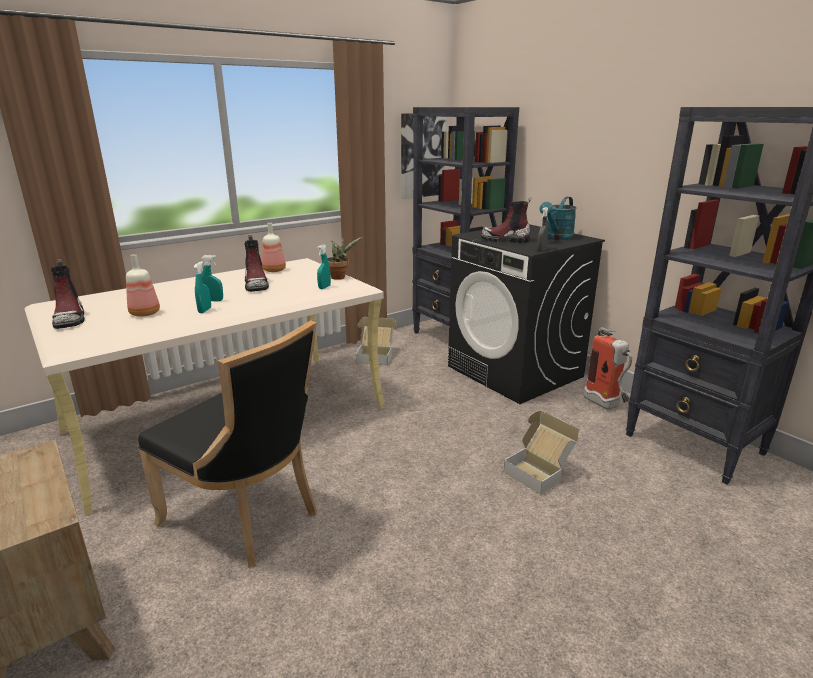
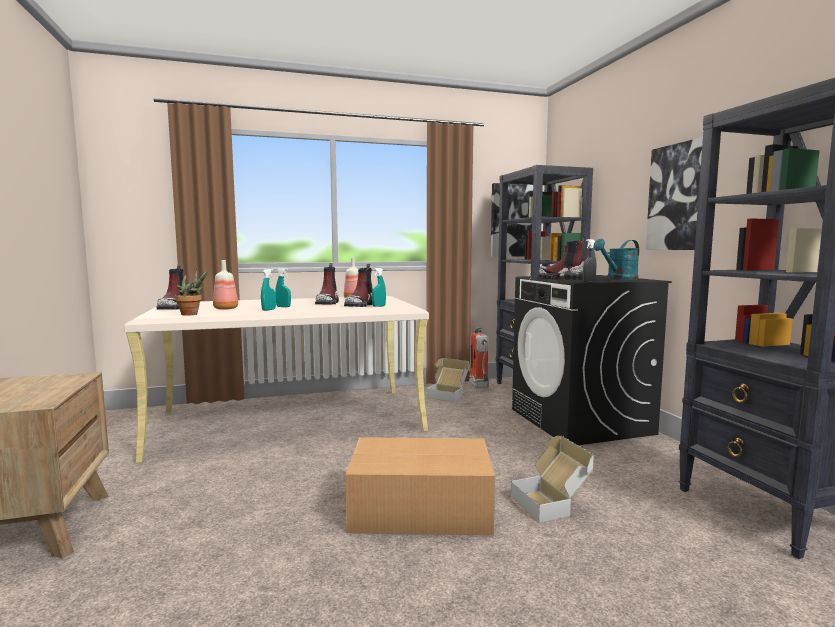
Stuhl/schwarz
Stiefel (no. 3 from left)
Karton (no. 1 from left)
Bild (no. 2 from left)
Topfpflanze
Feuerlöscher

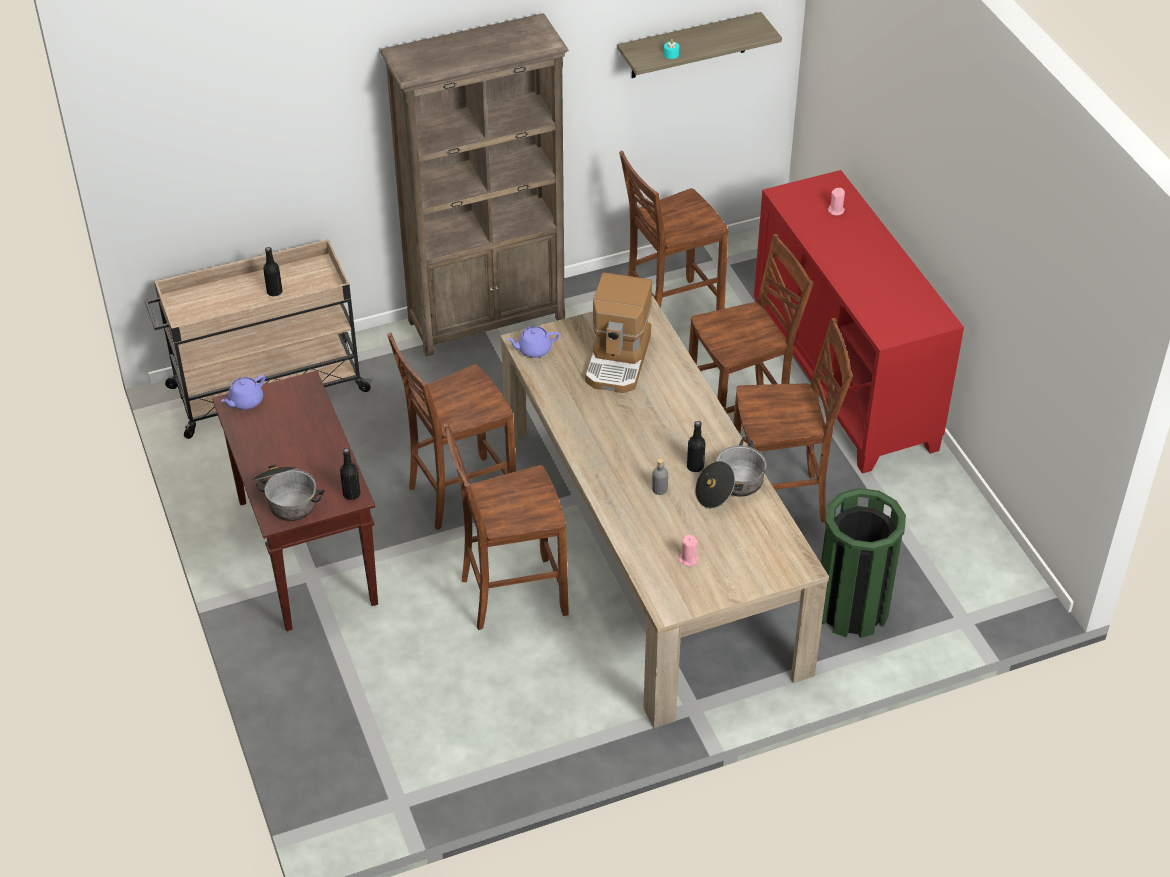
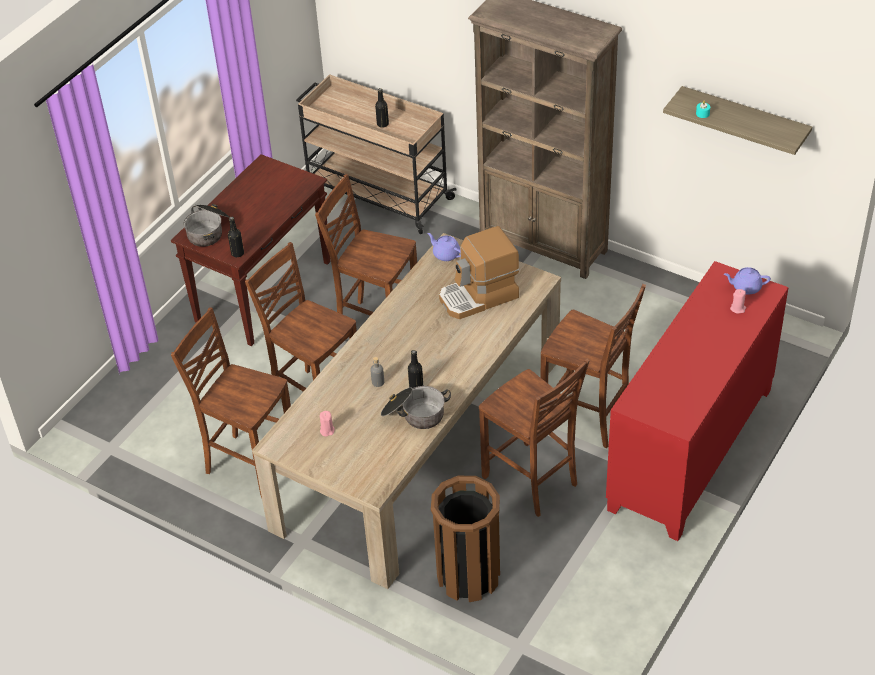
Teekanne/lila (no. 2 from left)
Stuhl/braun (no. 1 from left)
Mülleimer/braun

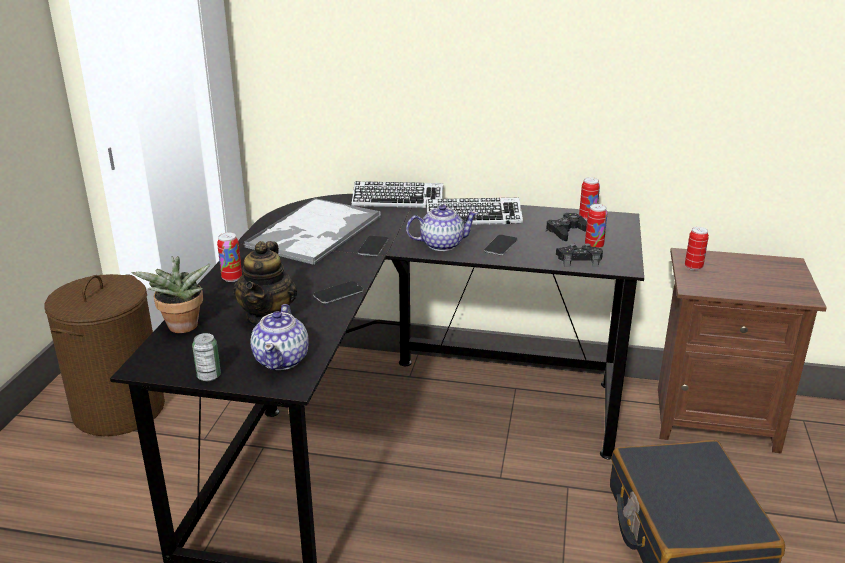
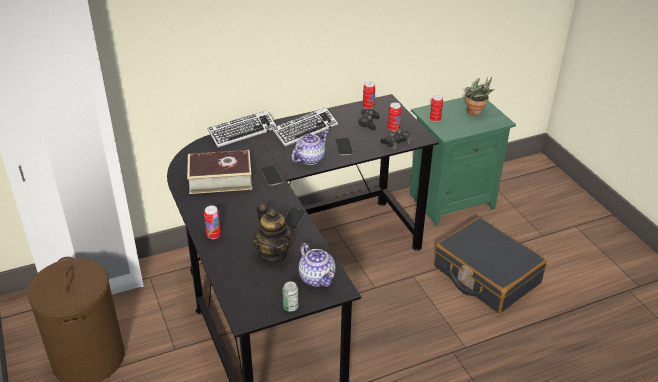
Topfpflanze
Buch
Nachttisch/grün

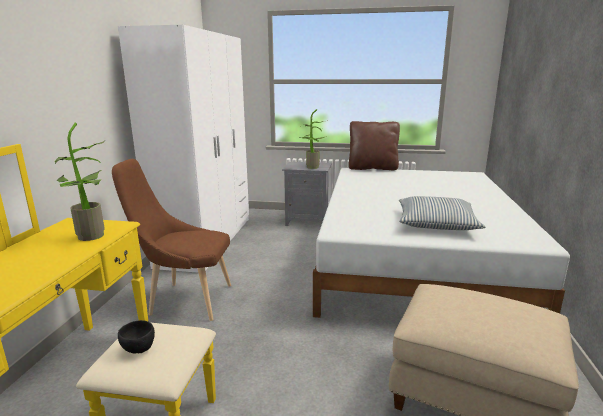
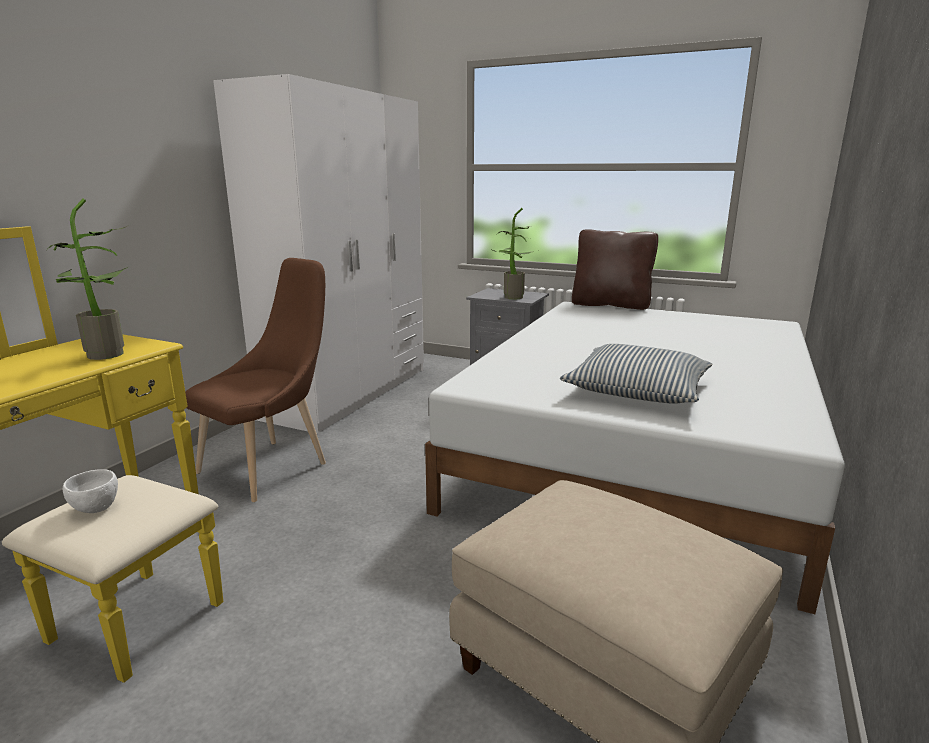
Schüssel/weiß
Stuhl/braun

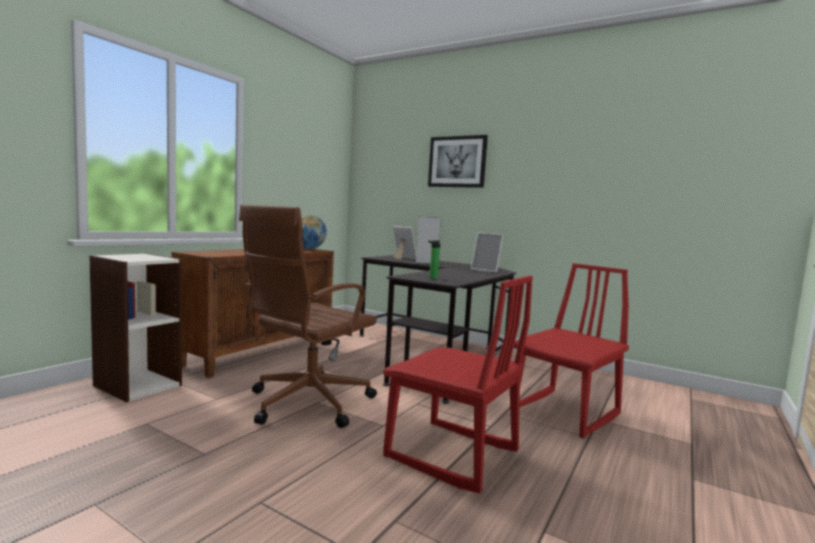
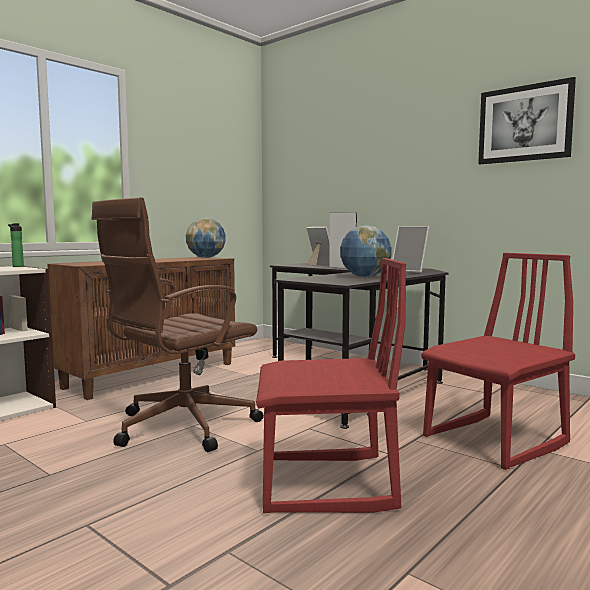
Globus (no. 2 from left)
Bild
Flasche
Stuhl/rot (no. 1 from left)

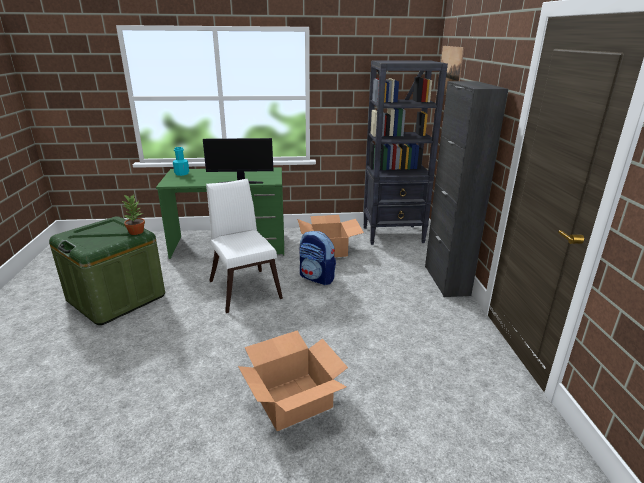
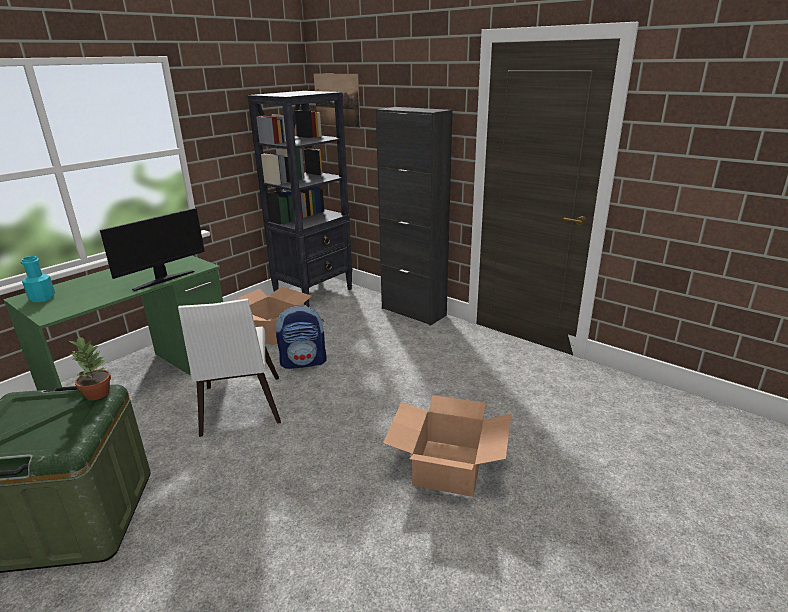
Stuhl/weiß

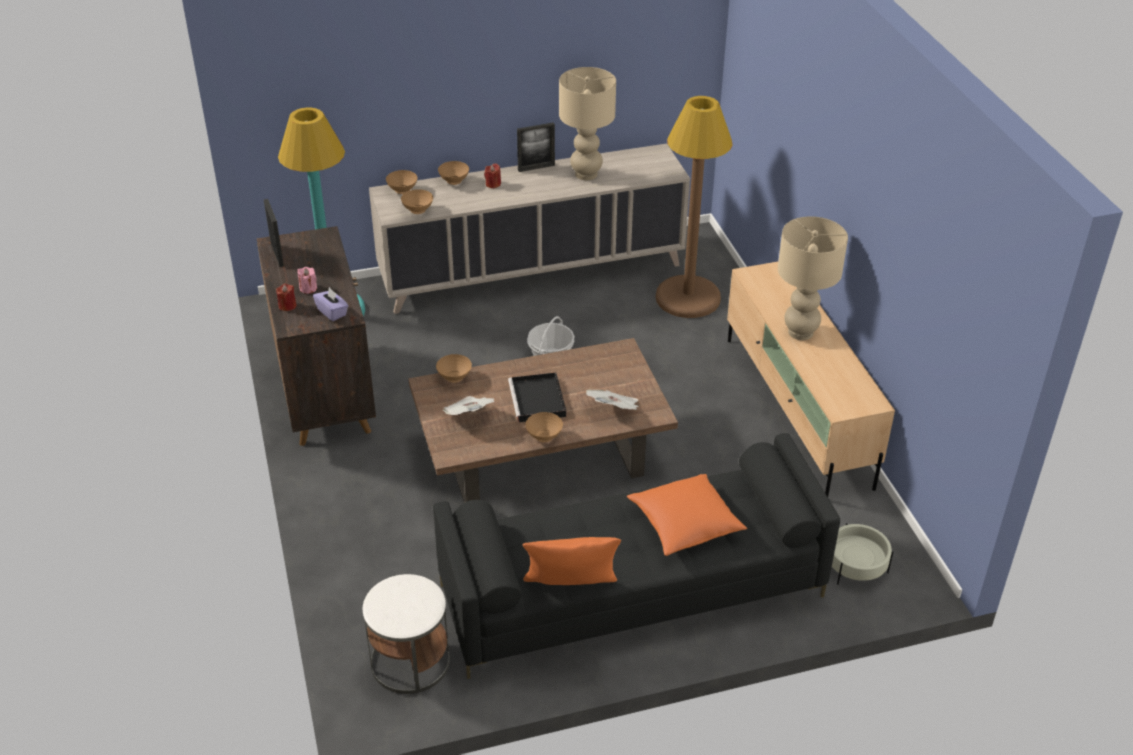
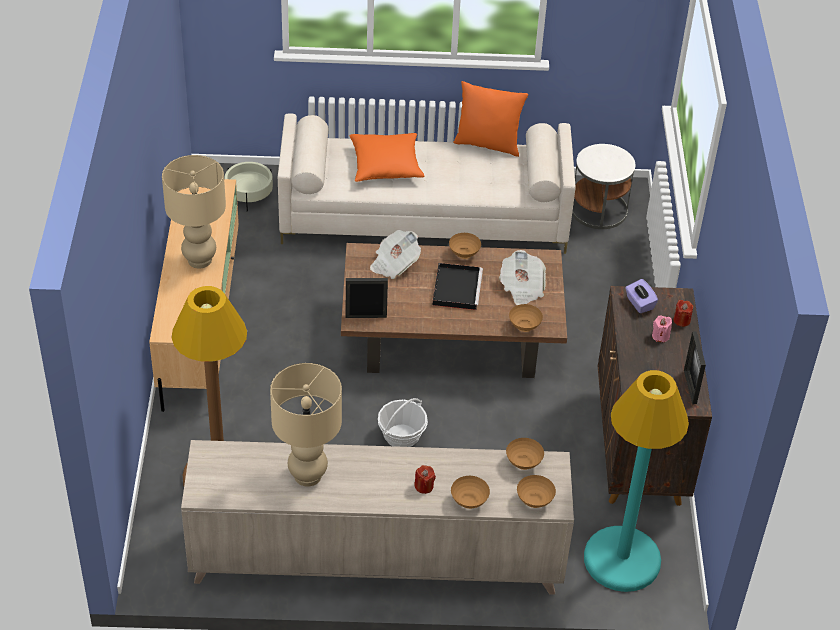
Bilderrahmen (no. 1 from left)
Sofa/beige

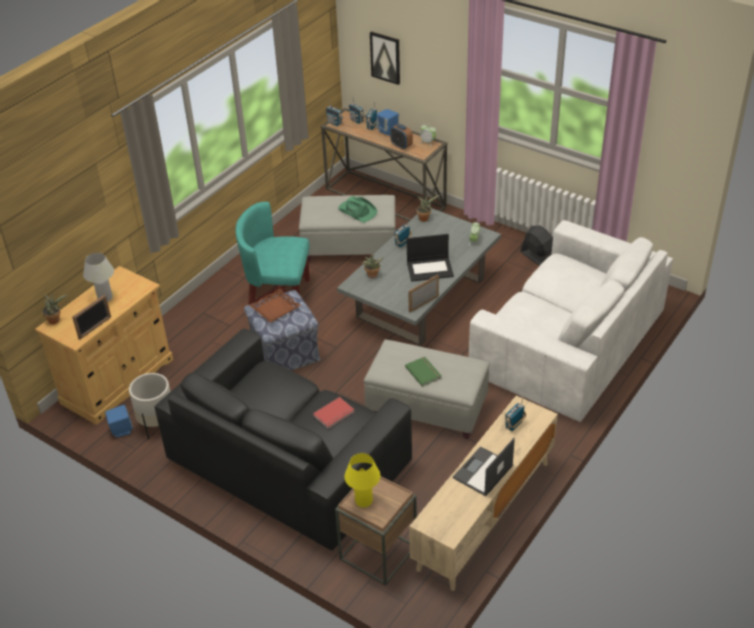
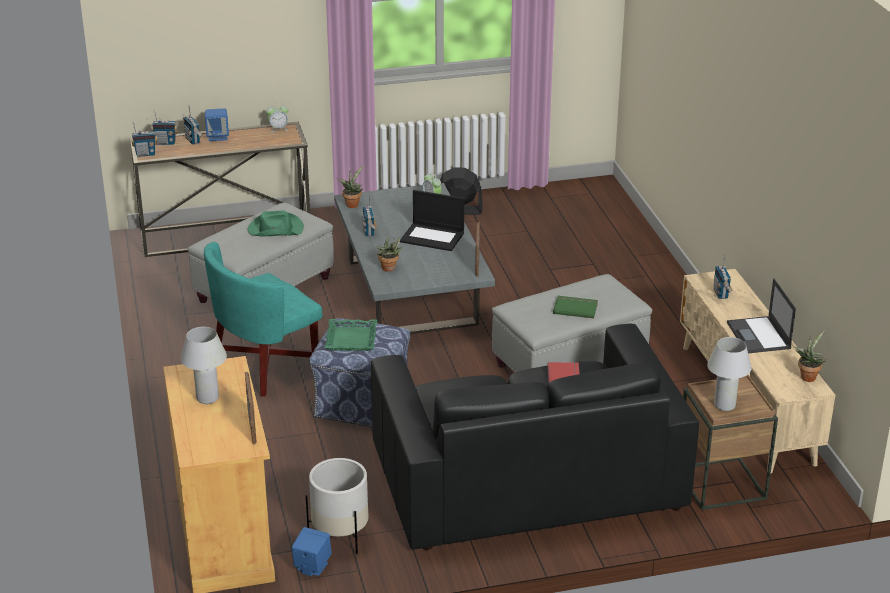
Bild
Wecker (no. 1 from left in the first image)
Sofa/weiß
Topfpflanze (no. 3 from left)
Tablett/grün
Tischlampe/weiß (no. 2 from left)
Laptop (no. 1 from left)

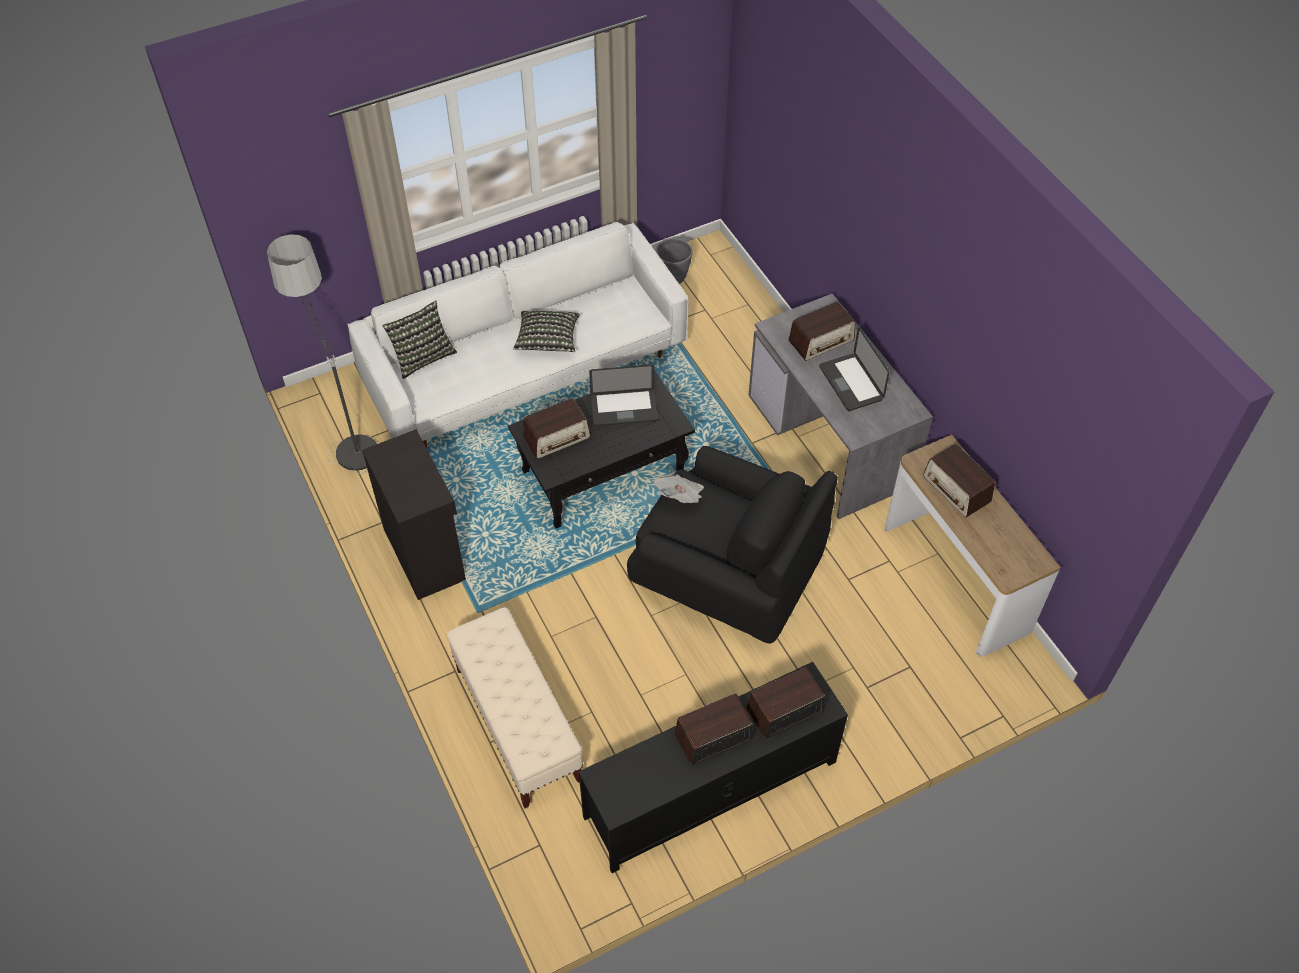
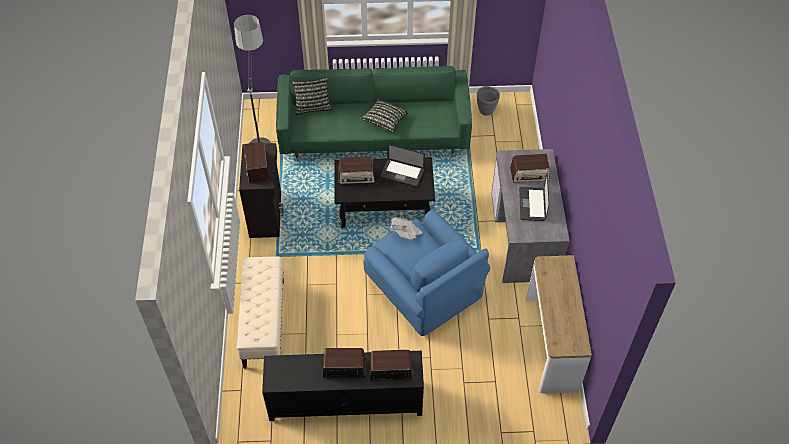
Radio (no. 1 from left)
Sofa/grün
Sessel/blau

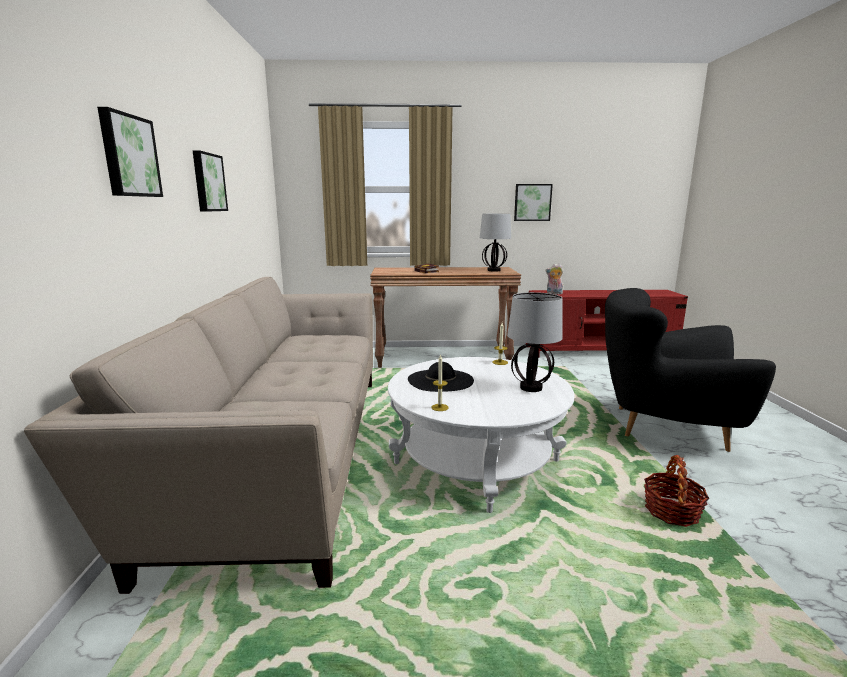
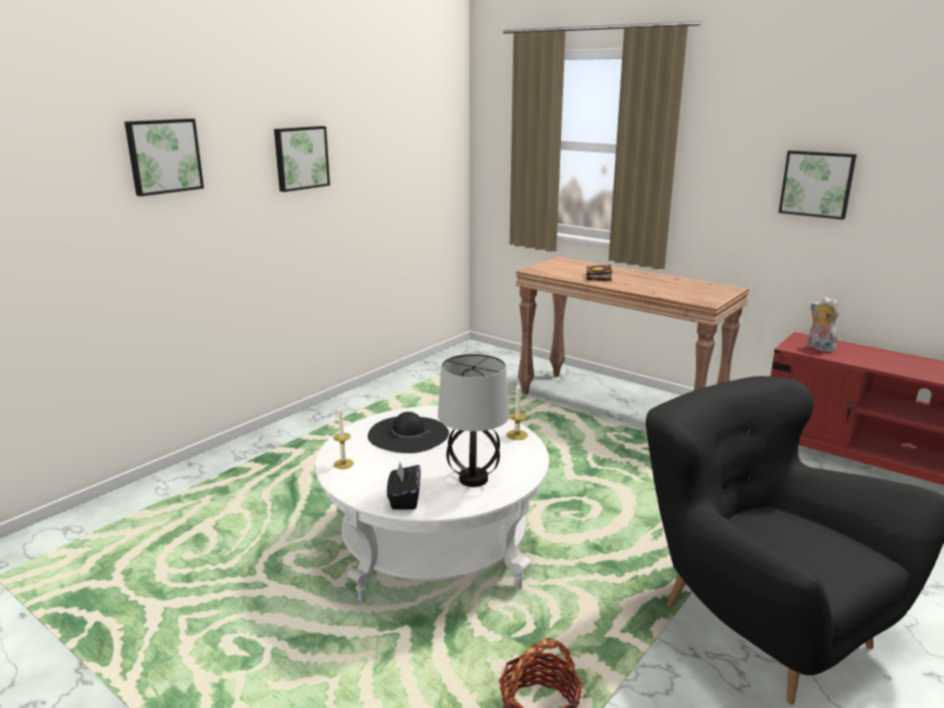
Sofa/beige
Tischlampe (no. 1 from left in the first image)
Taschentuchbox/schwarz

